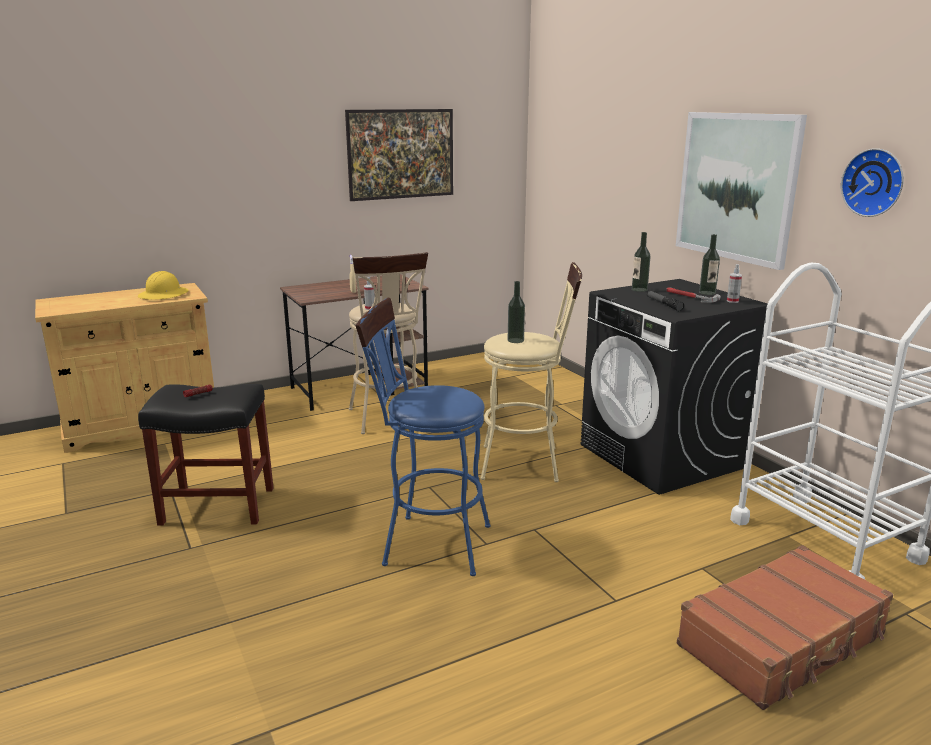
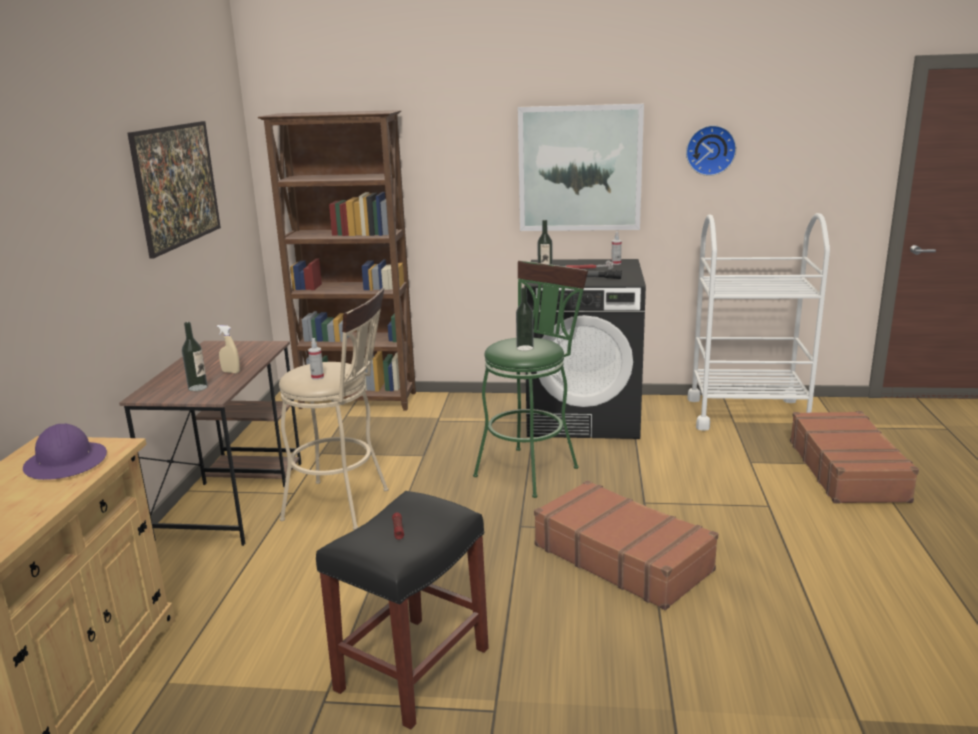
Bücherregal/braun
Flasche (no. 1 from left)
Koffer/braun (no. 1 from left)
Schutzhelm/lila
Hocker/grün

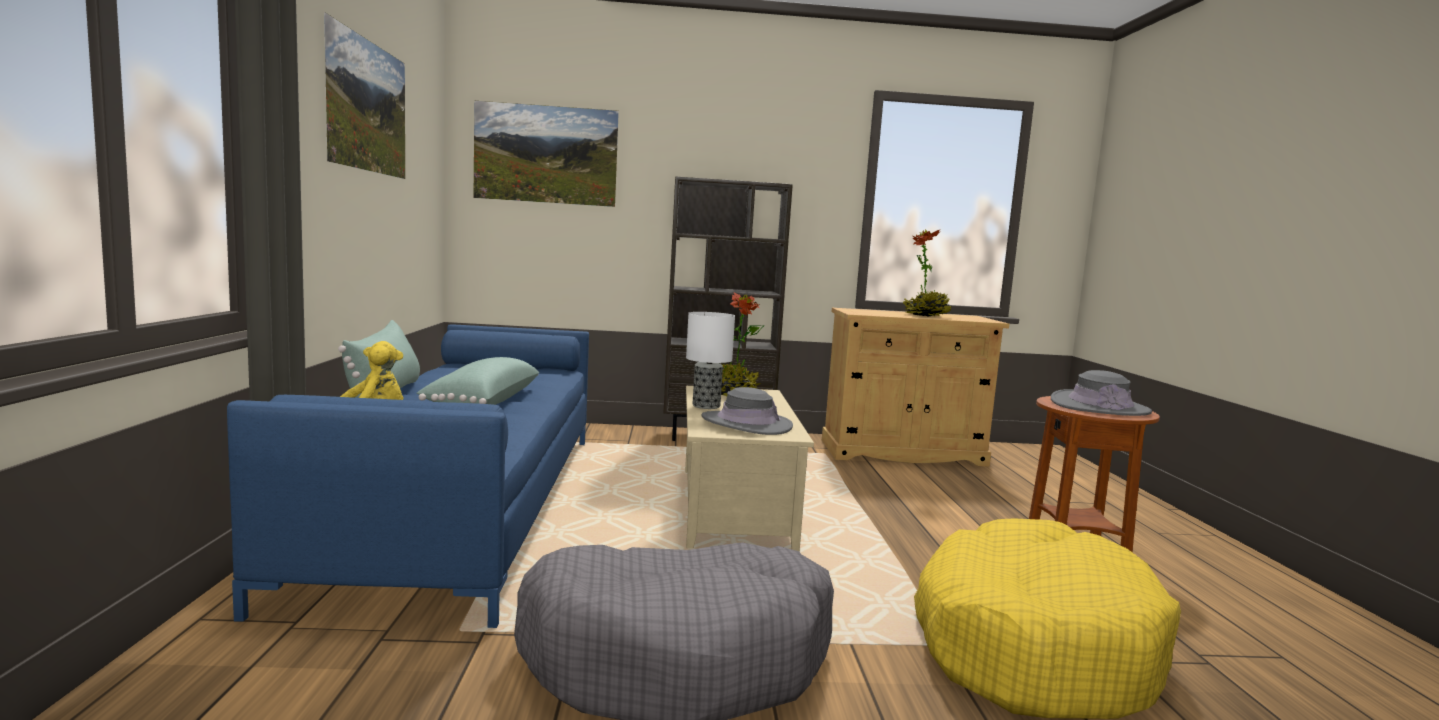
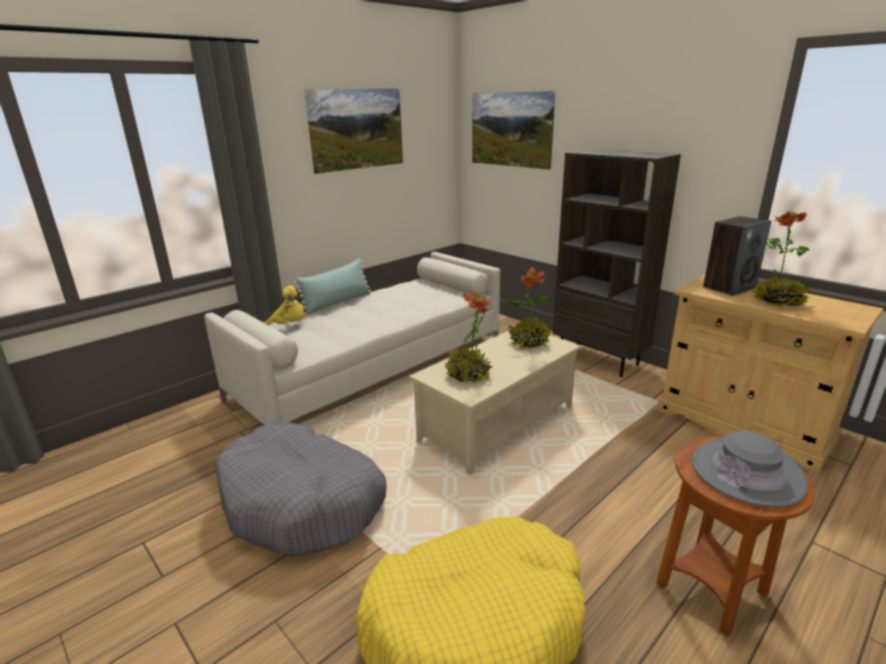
Kissen/grün (no. 2 from left in the first image)
Tischlampe
Lautsprecher
Topfpflanze (no. 1 from left)
Sofa/beige

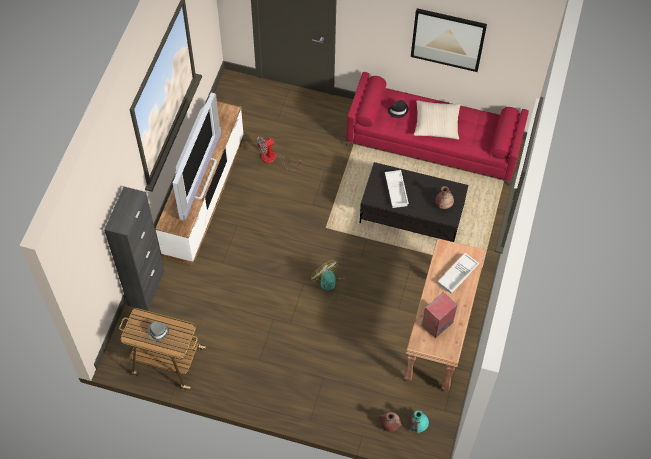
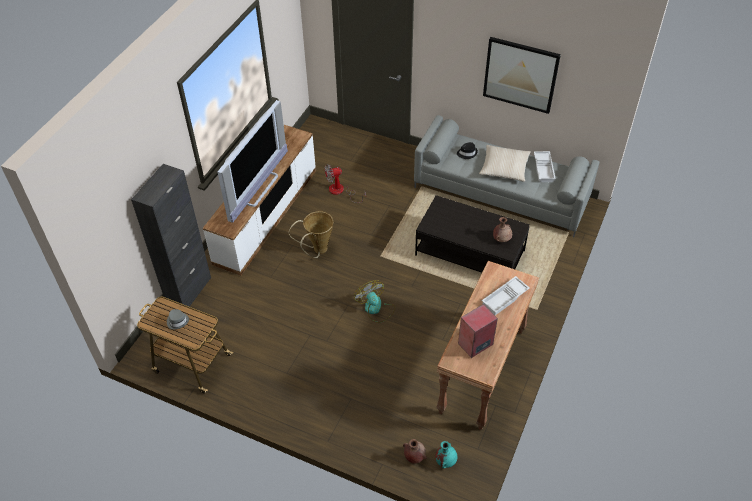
Korb
Tablett/weiß (no. 2 from left)
Sofa/grau

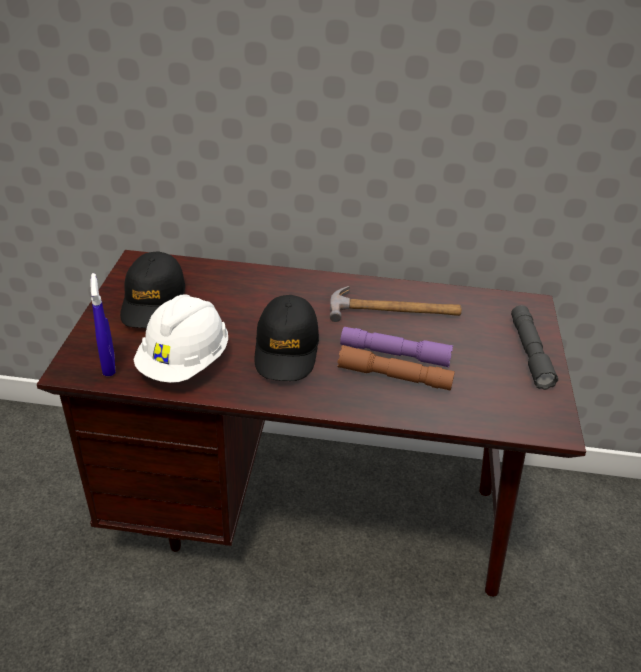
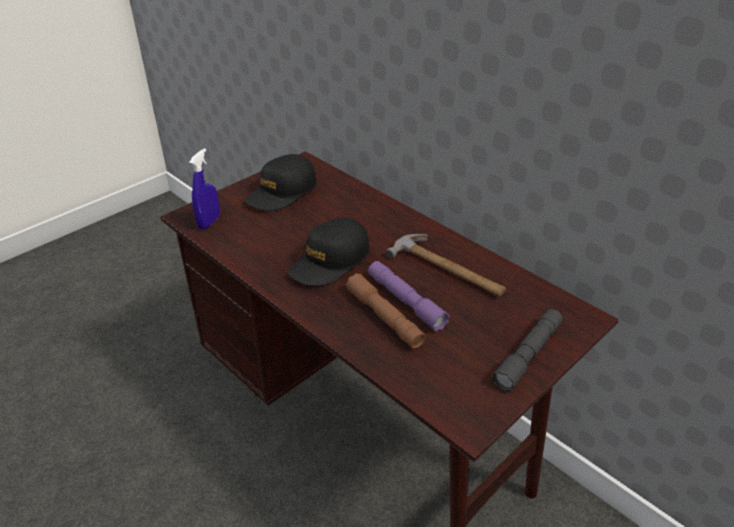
Schutzhelm/weiß

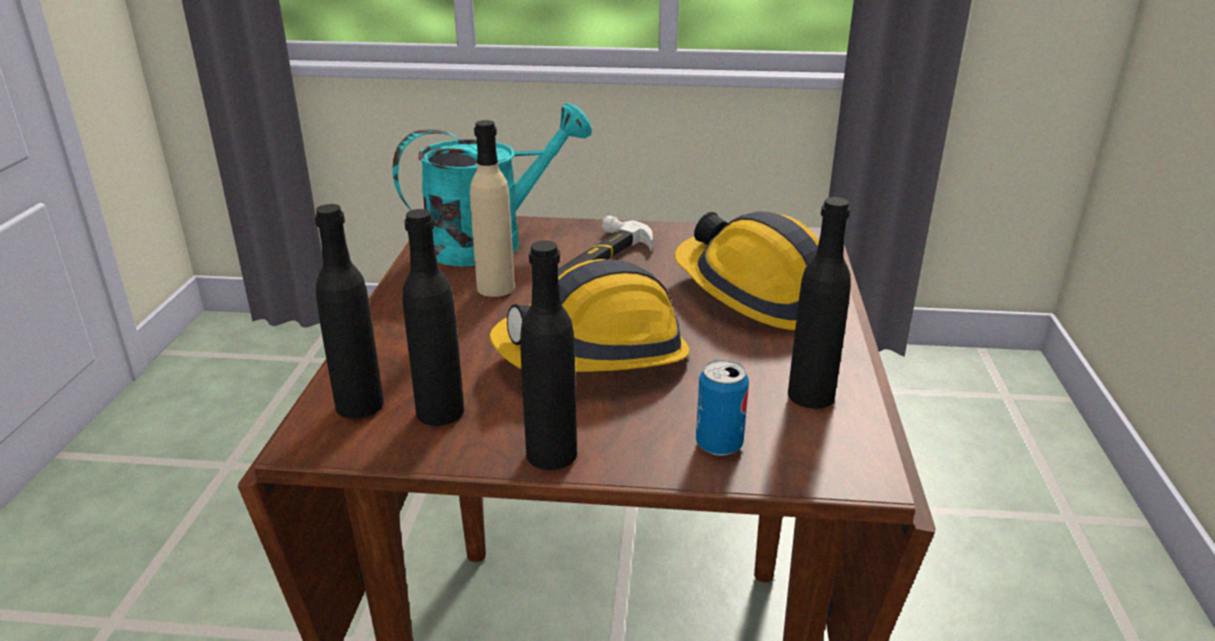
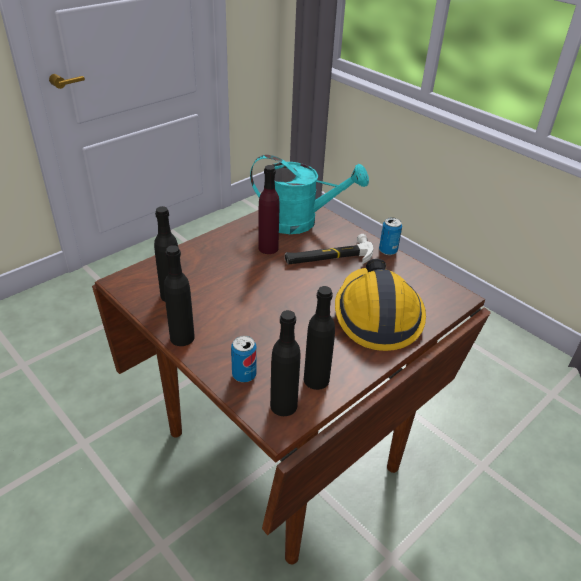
Schutzhelm (no. 1 from left in the first image)
Dose (no. 2 from left)
Flasche/schwarz (no. 3 from left)
Flasche/lila

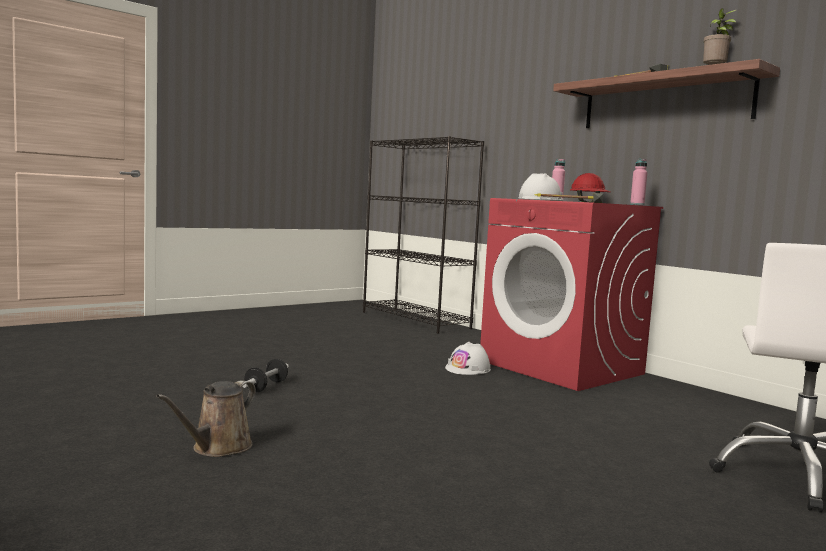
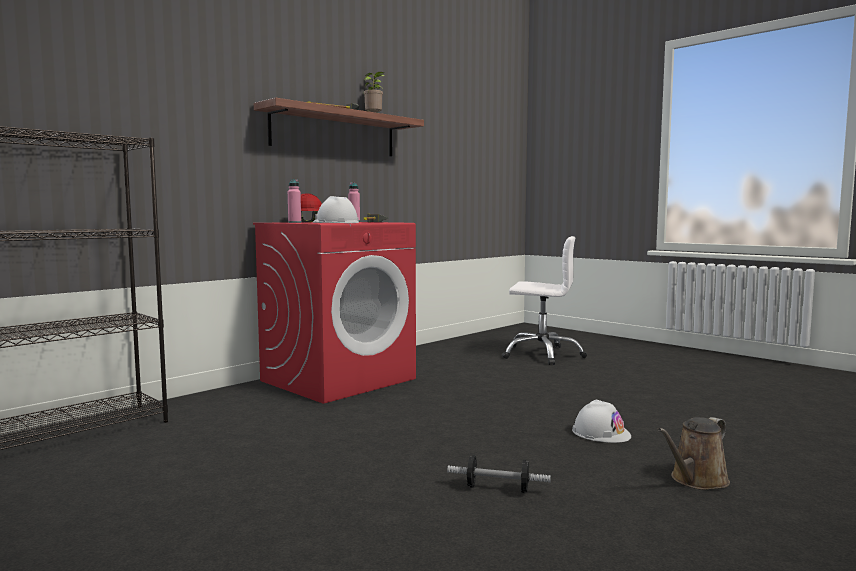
Schutzhelm/weiß (no. 2 from left)
Gießkanne/braun

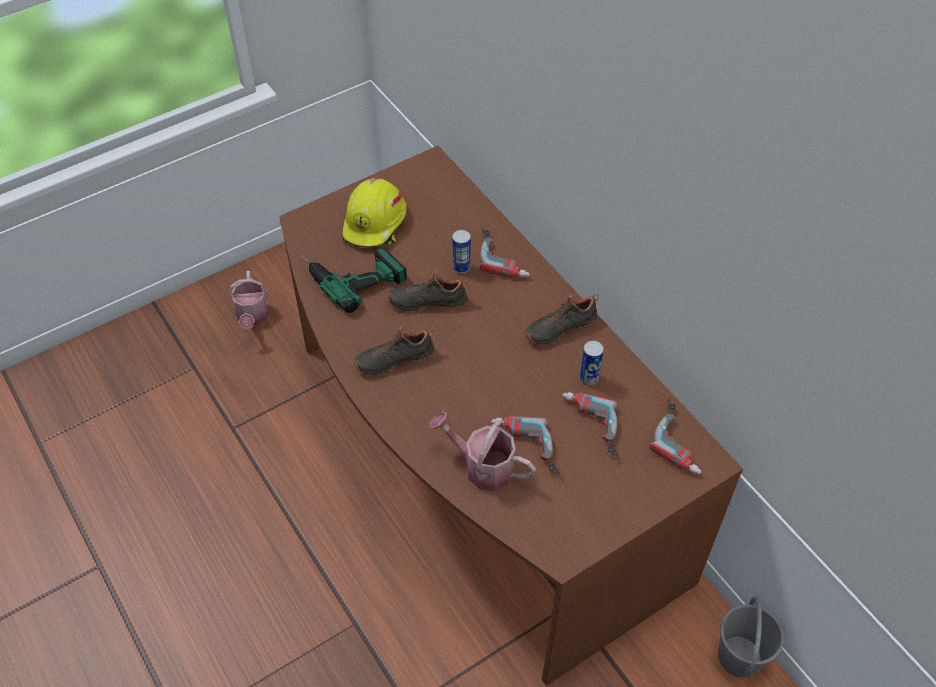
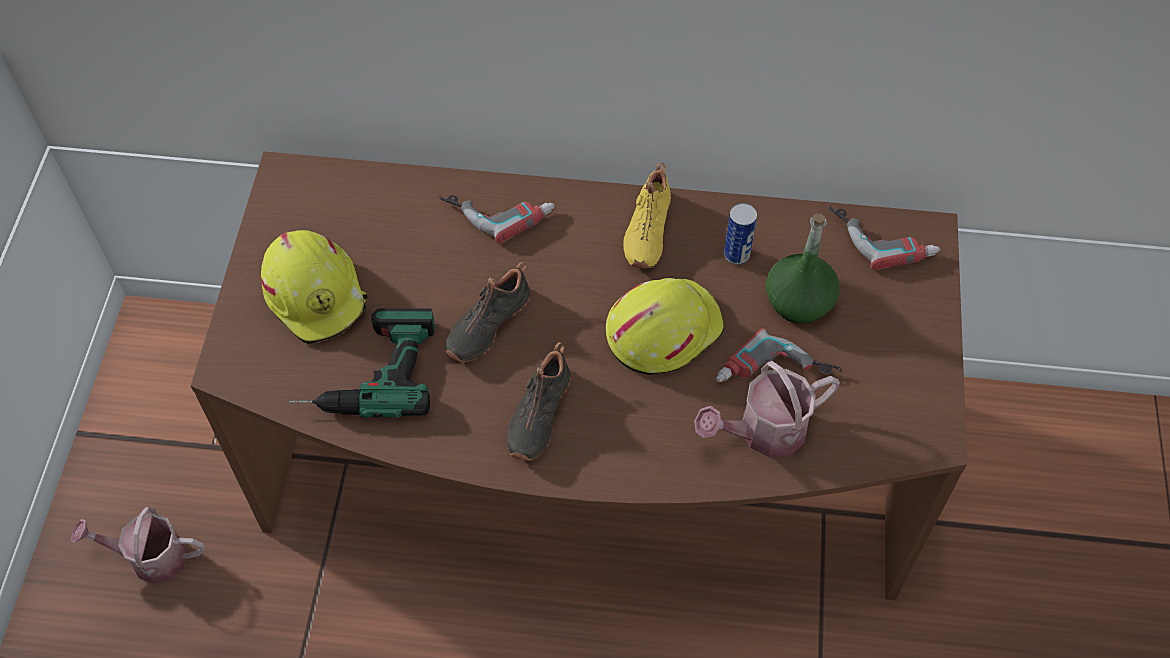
Dose (no. 1 from left in the first image)
Eimer/grau
Schutzhelm/gelb (no. 2 from left)
Flasche/grün
Schuh/gelb
Gießkanne (no. 1 from left)

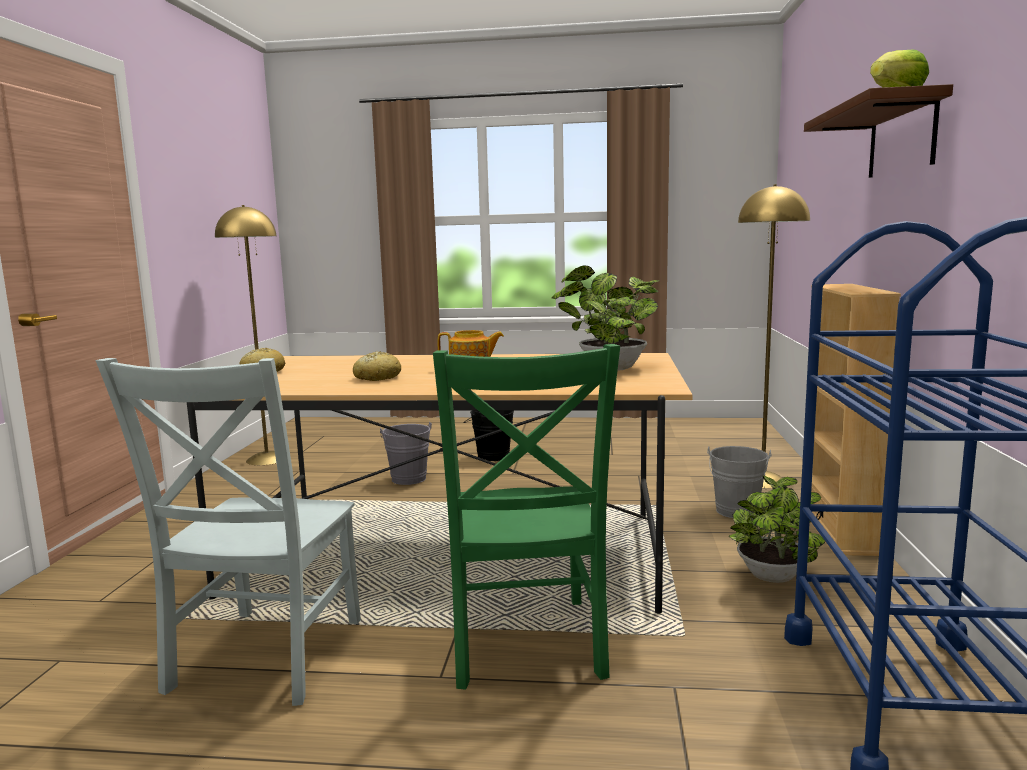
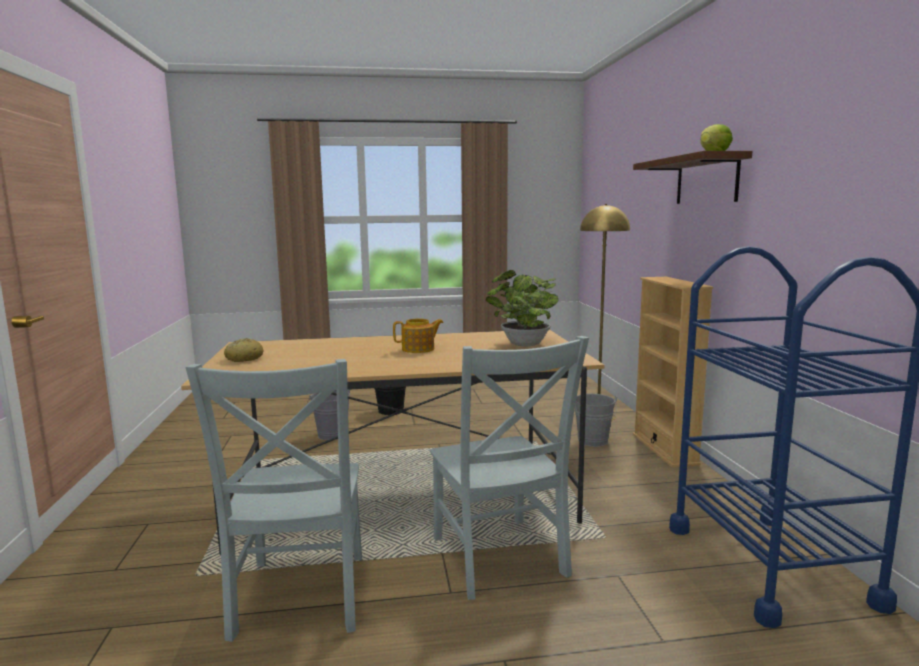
Stehlampe/gelb (no. 1 from left in the first image)
Brot (no. 2 from left in the first image)
Topfpflanze (no. 2 from left in the first image)
Stuhl/grau (no. 2 from left)

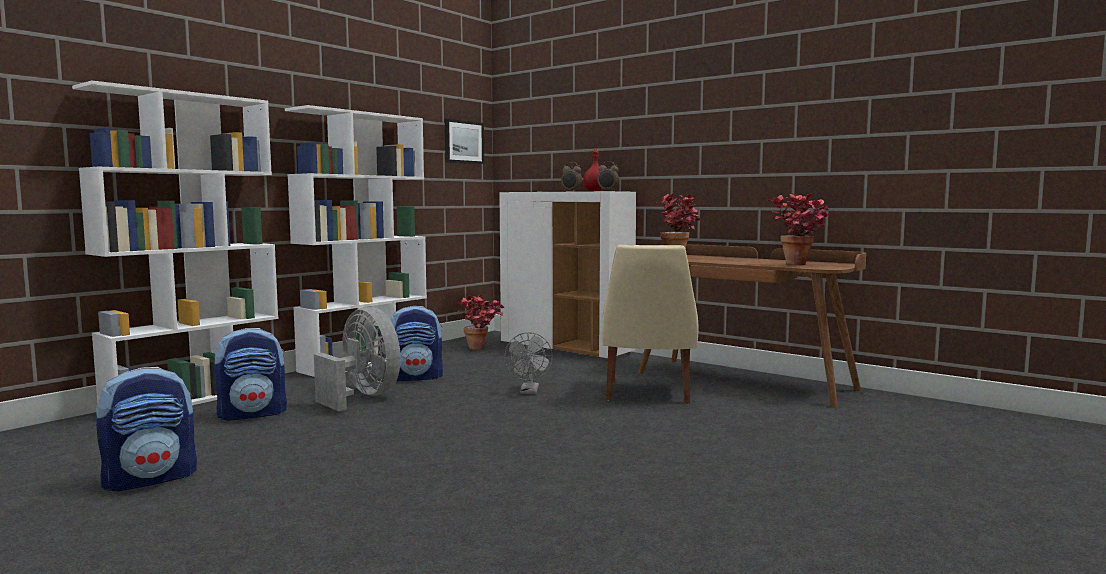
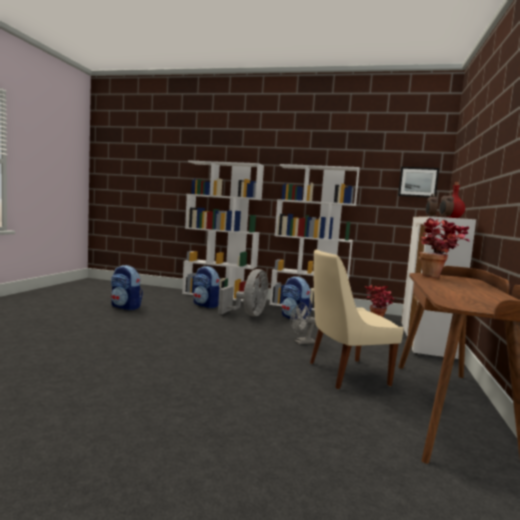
Topfpflanze (no. 3 from left in the first image)

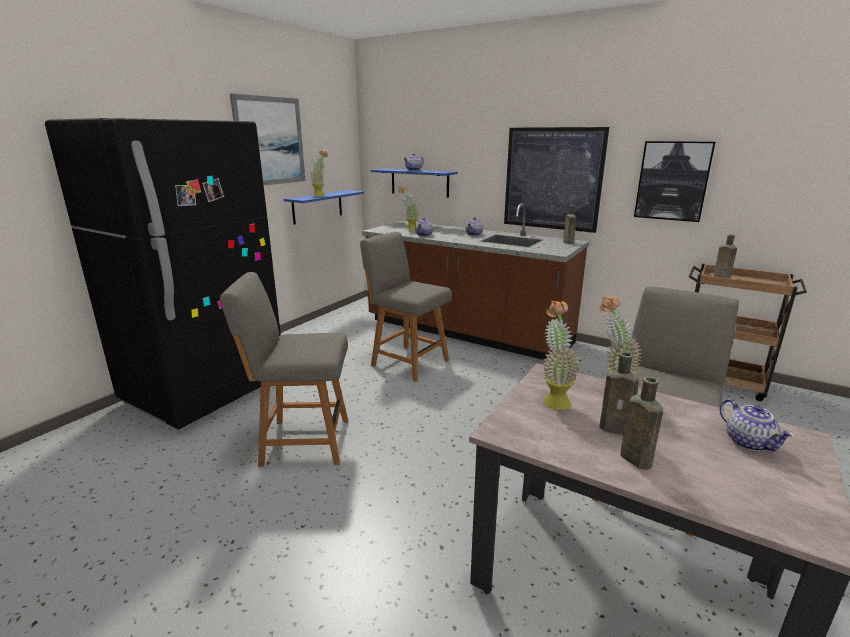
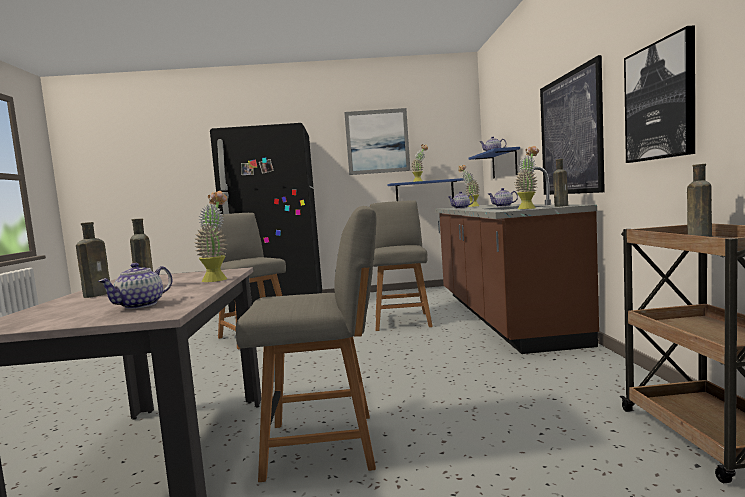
Topfpflanze (no. 4 from left)

